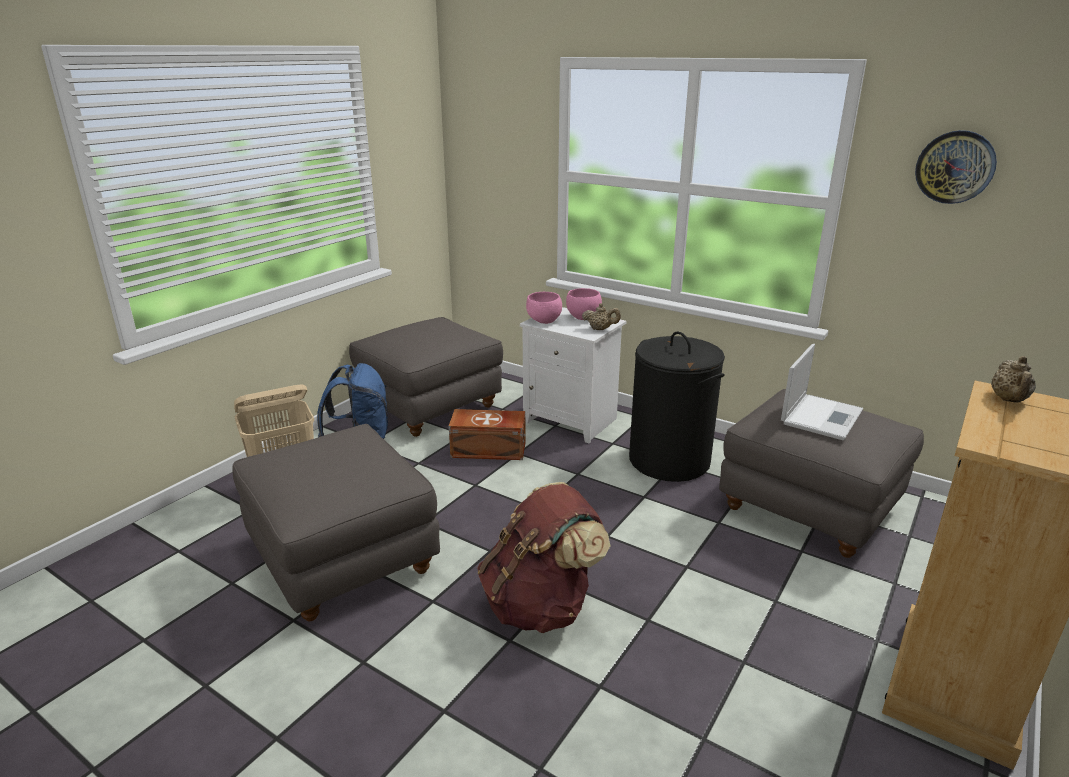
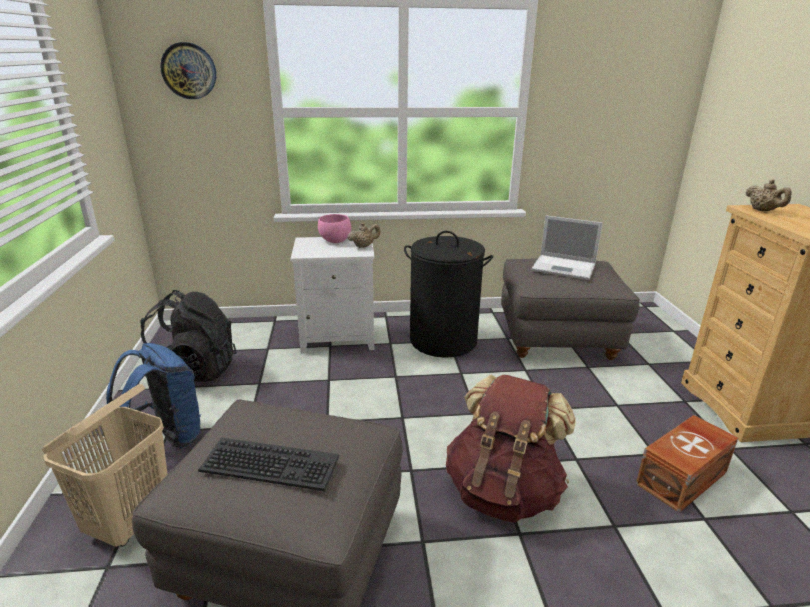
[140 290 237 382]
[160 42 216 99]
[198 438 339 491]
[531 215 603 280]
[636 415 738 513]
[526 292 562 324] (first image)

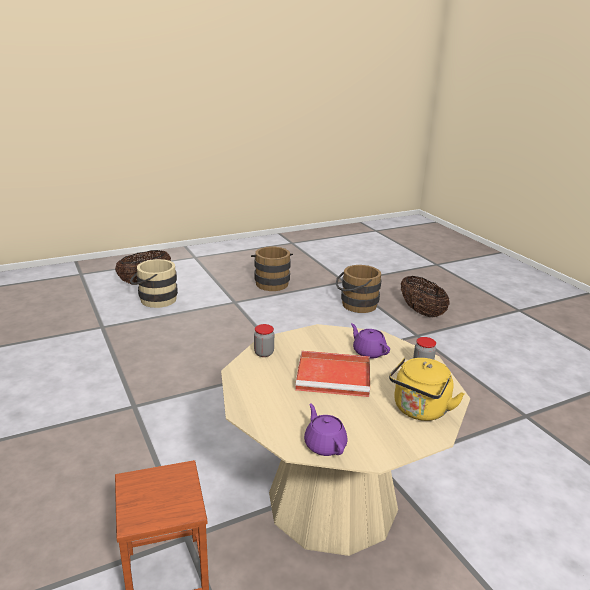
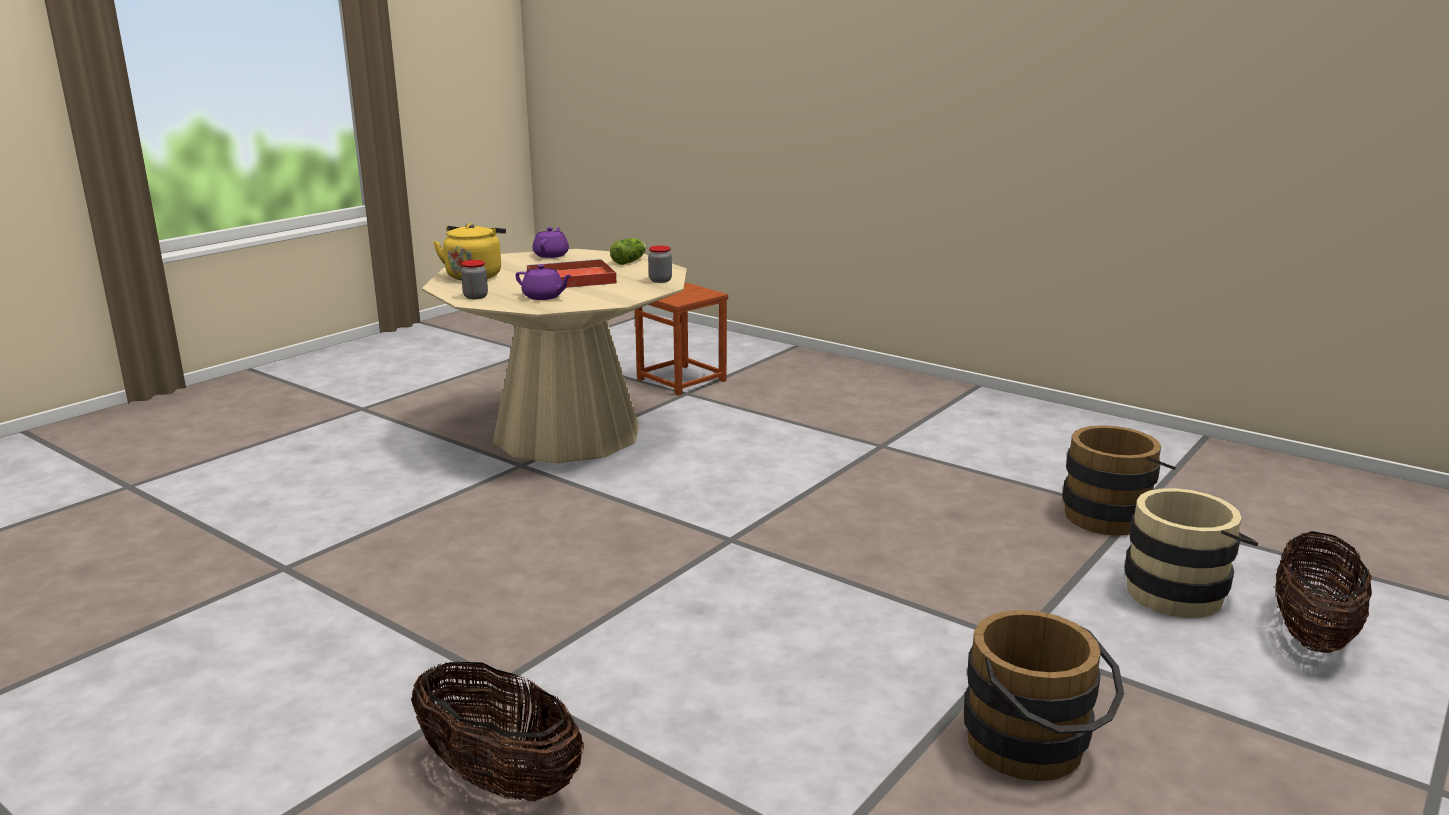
[532 227 569 258]
[610 238 646 265]
[1062 425 1176 536]

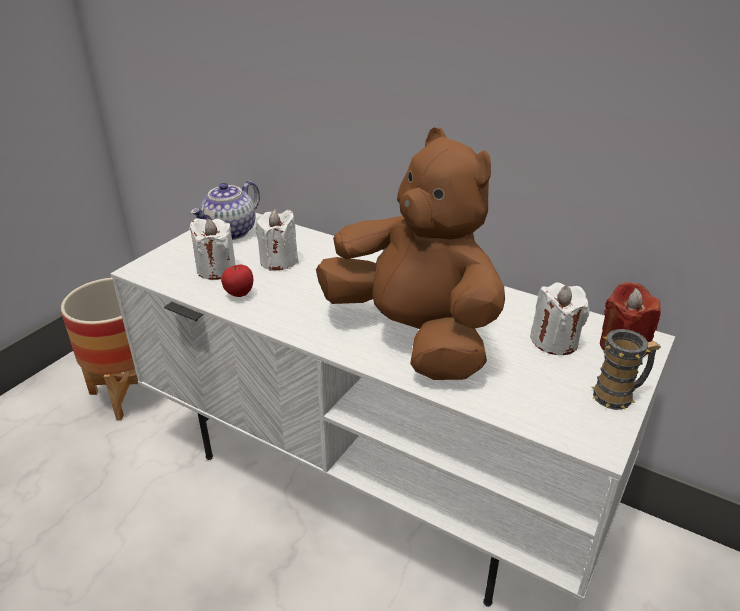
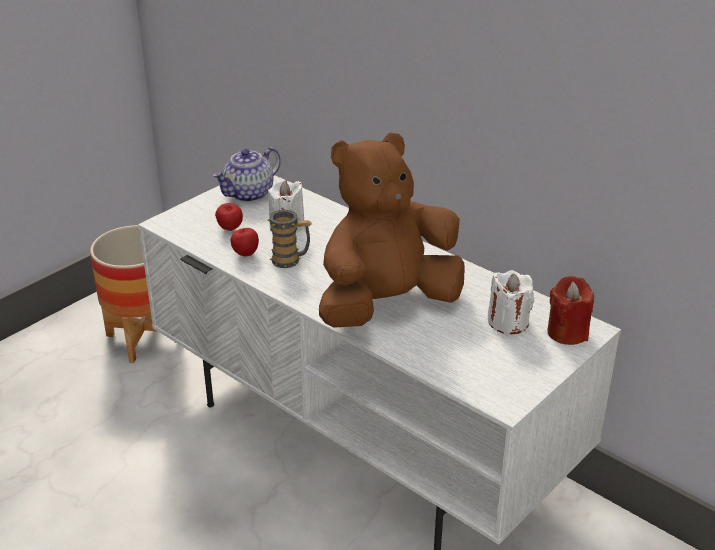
[215 203 243 231]
[268 210 312 268]
[319 133 465 328]

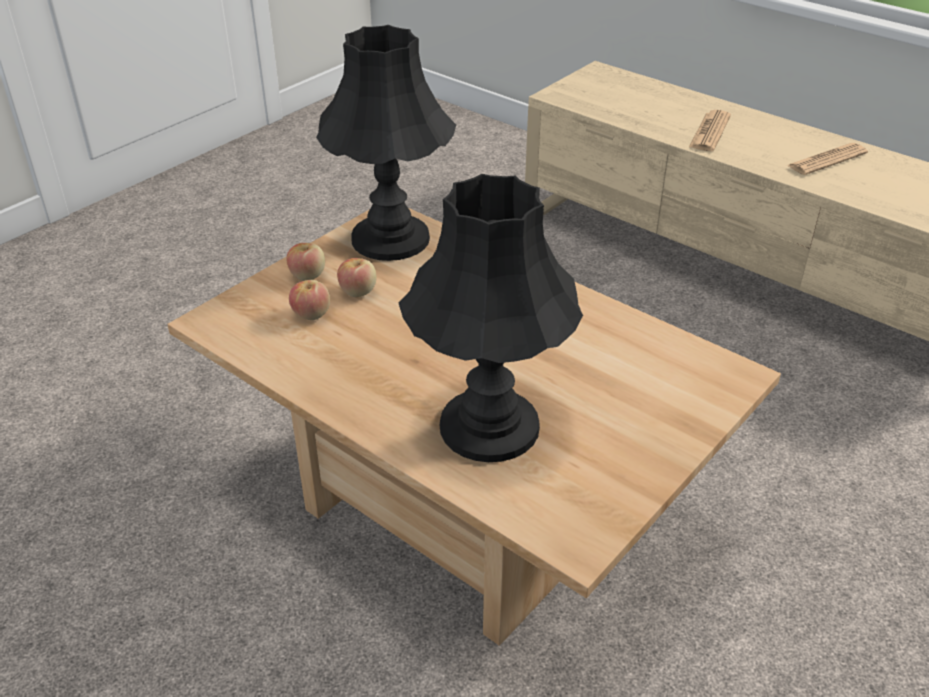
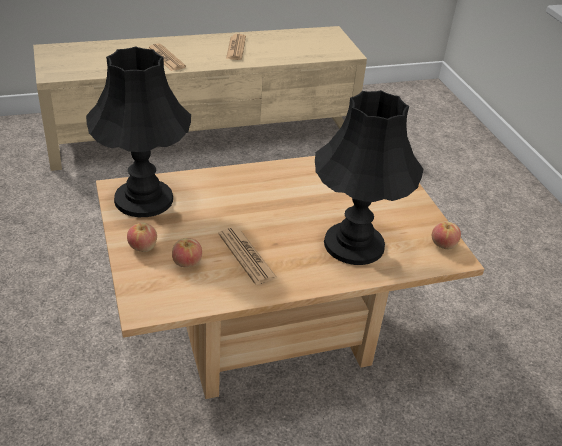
[218 227 278 285]
[432 221 461 249]

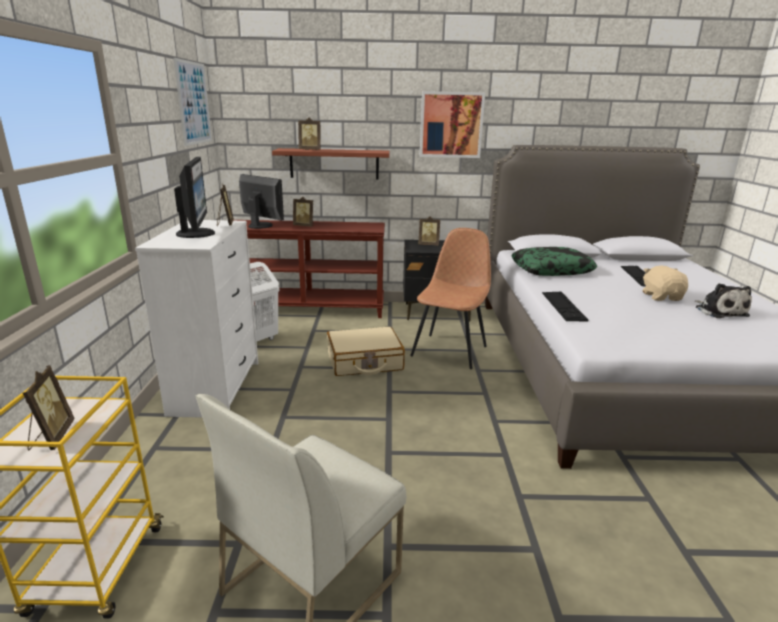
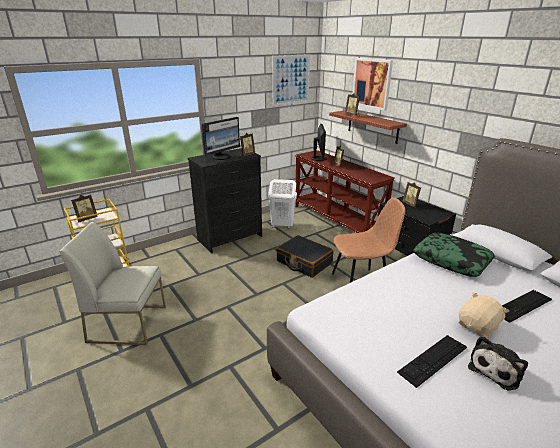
[187 148 262 253]
[276 235 334 278]
[353 58 393 111]
[397 335 467 388]

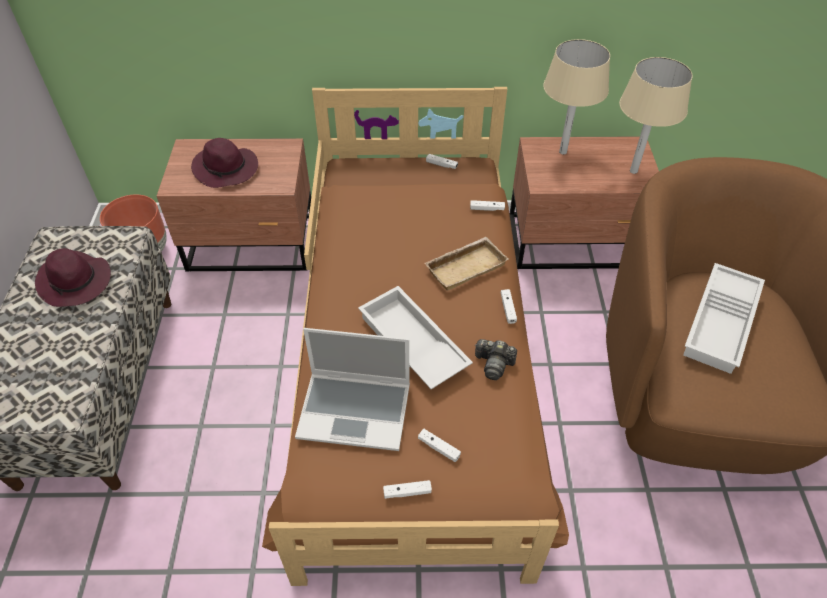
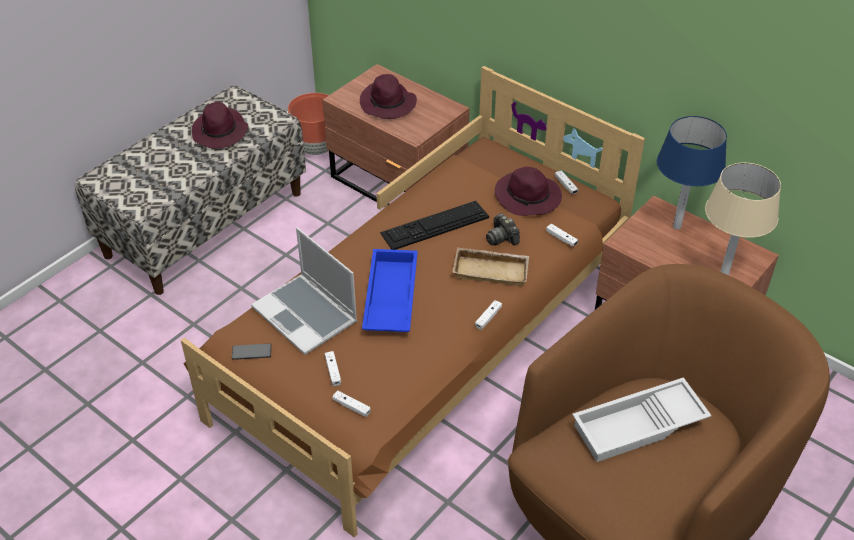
[232 343 271 360]
[332 391 371 417]
[362 249 418 332]
[380 201 489 250]
[486 213 520 246]
[495 167 562 216]
[657 116 727 230]

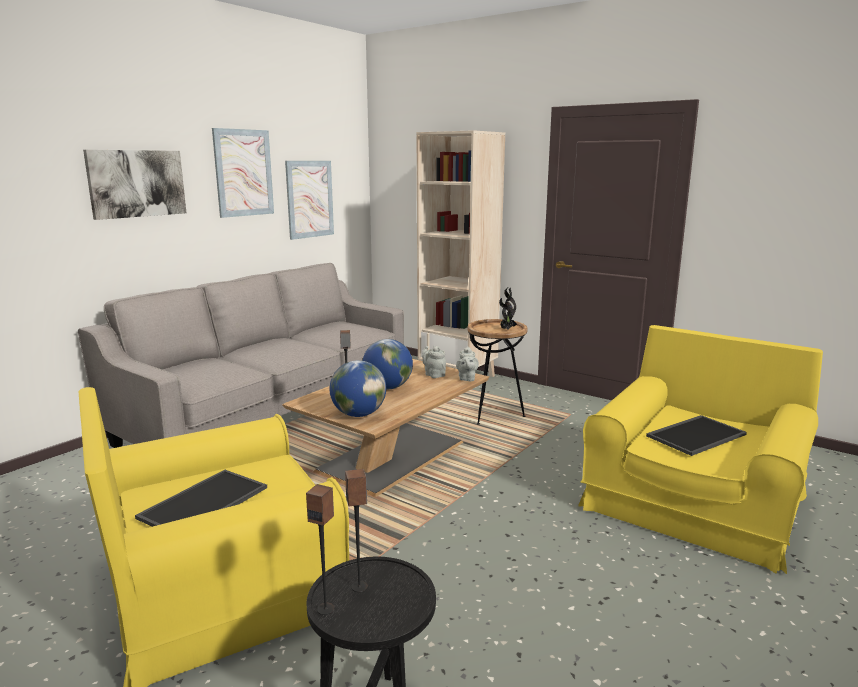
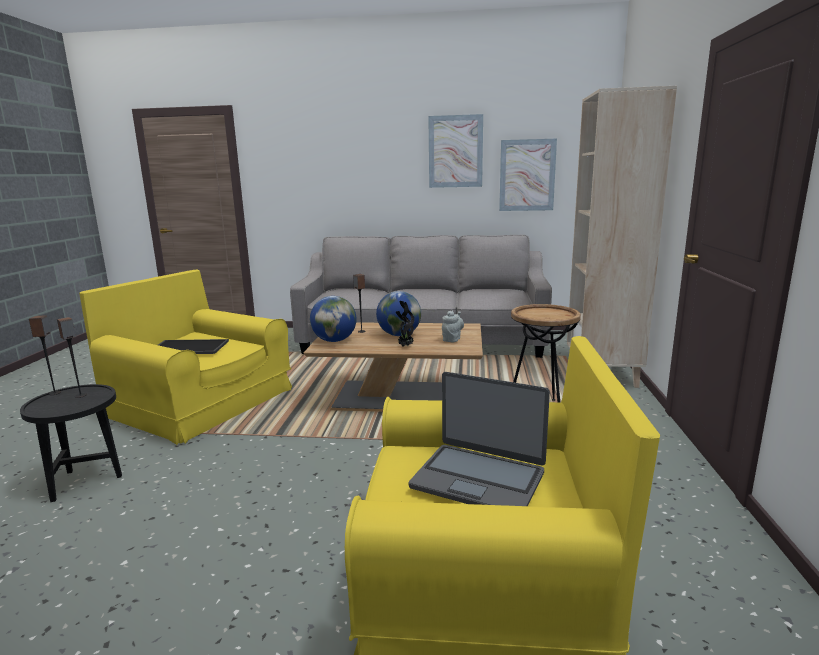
[396 301 414 346]
[409 372 550 506]
[83 150 186 220] (first image)
[456 346 479 381] (first image)

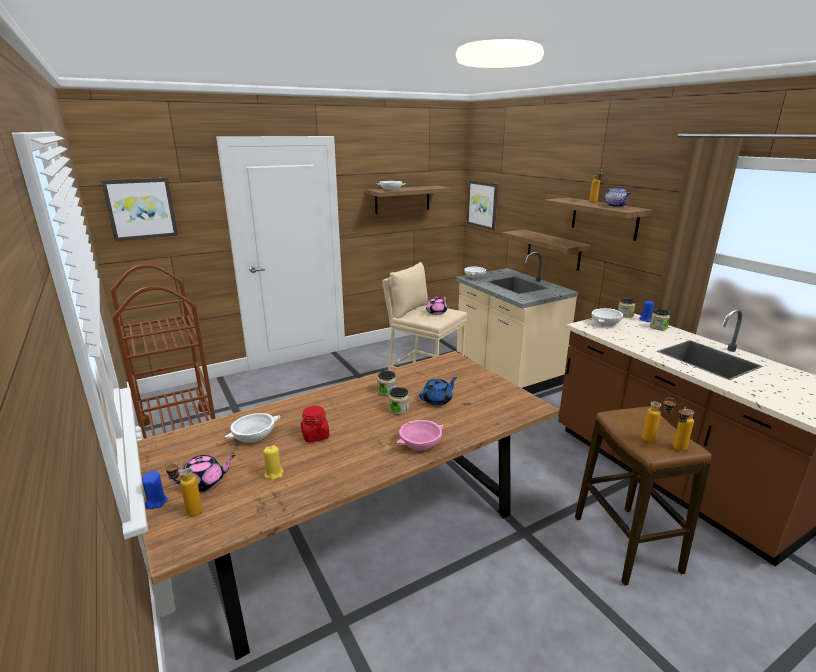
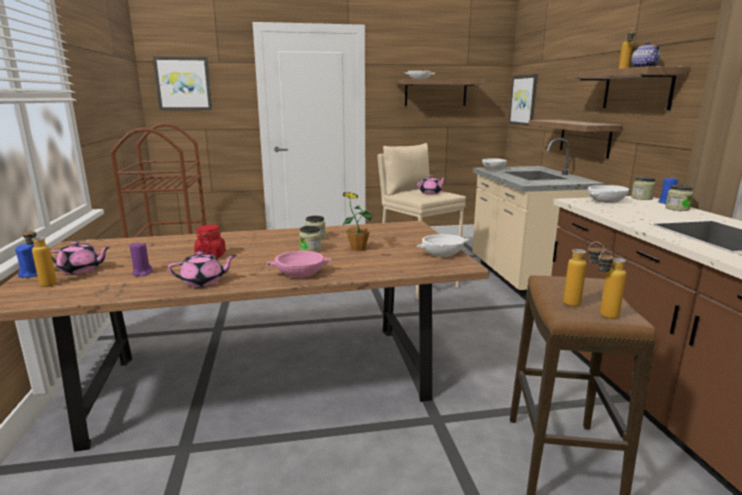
[130 241 153 276]
[168 251 236 287]
[343 192 373 251]
[416 234 470 257]

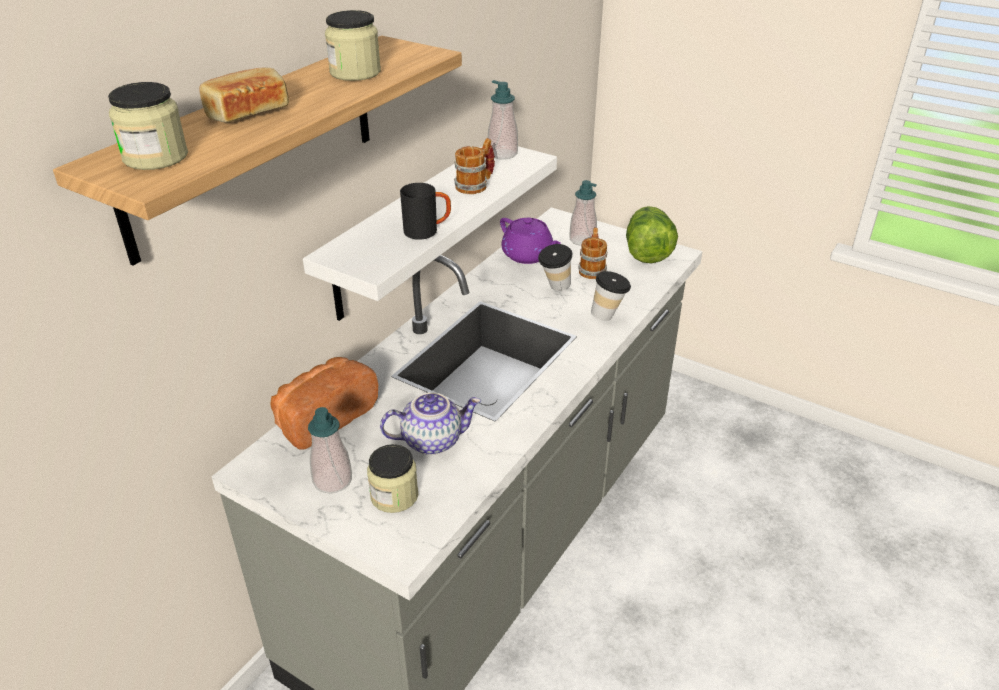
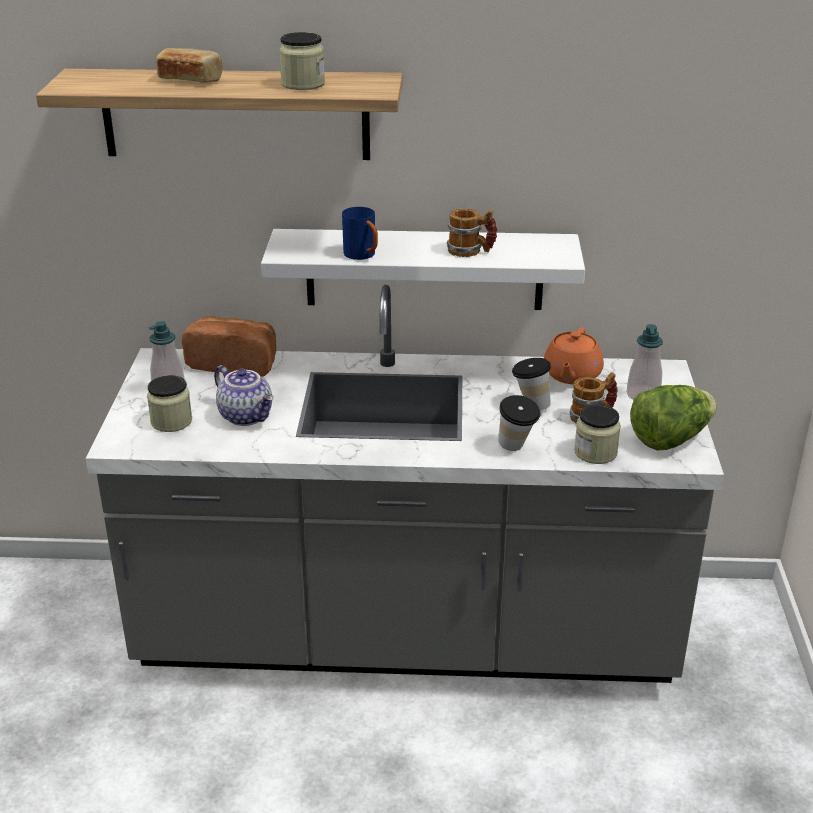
[342 207 378 260]
[544 328 604 384]
[574 404 621 464]
[488 80 518 159] (first image)

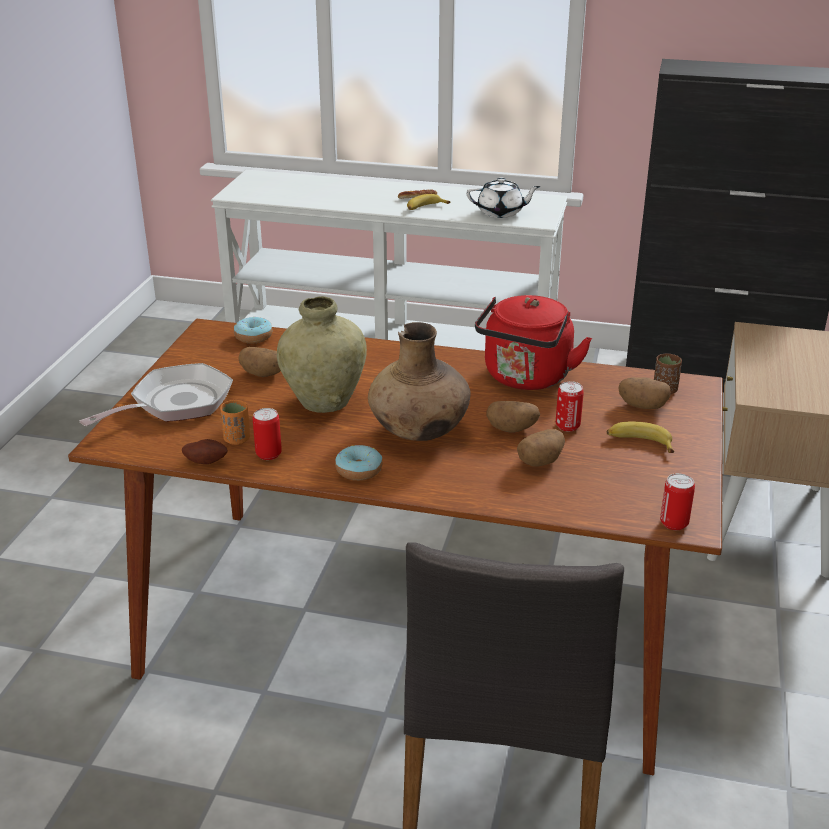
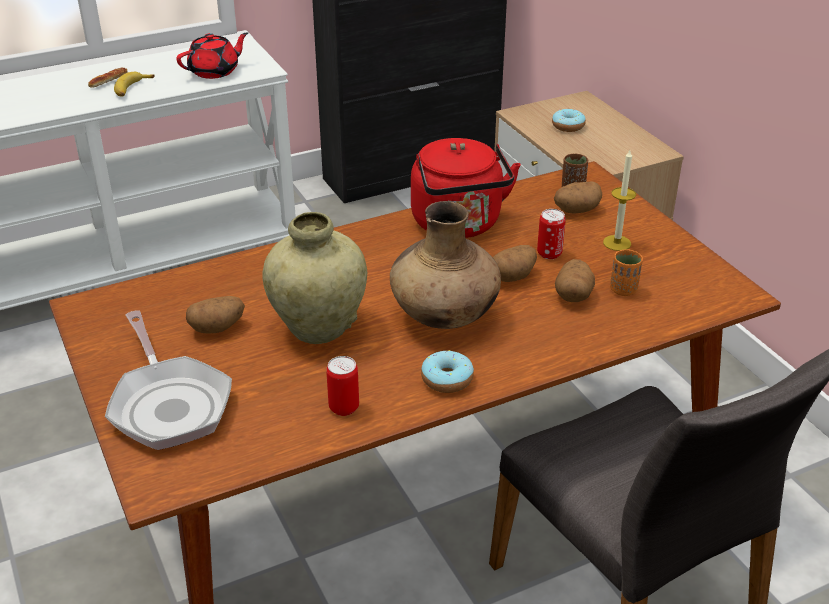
[105 310 232 450]
[176 32 248 79]
[552 109 586 132]
[603 150 636 251]
[610 250 643 296]
[182 439 227 464] (first image)
[660 473 695 530] (first image)

